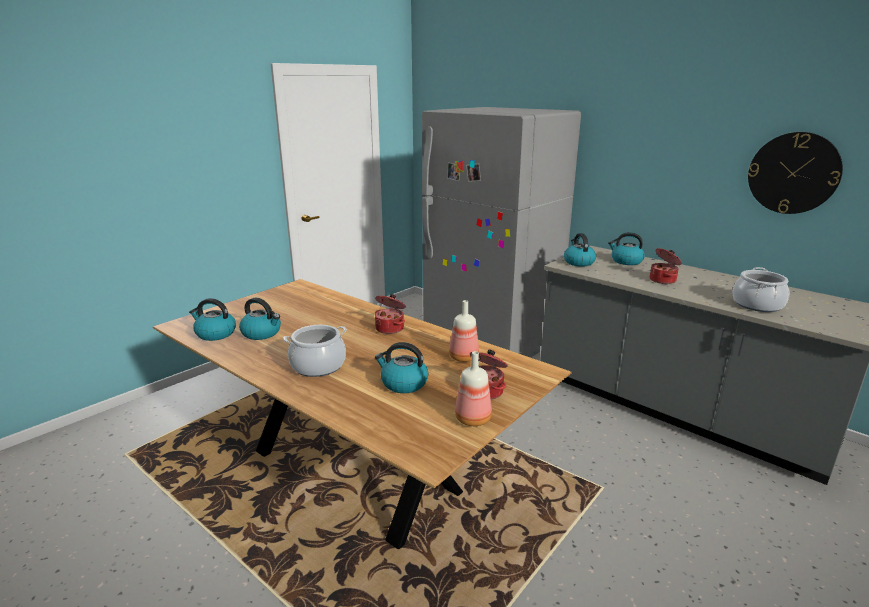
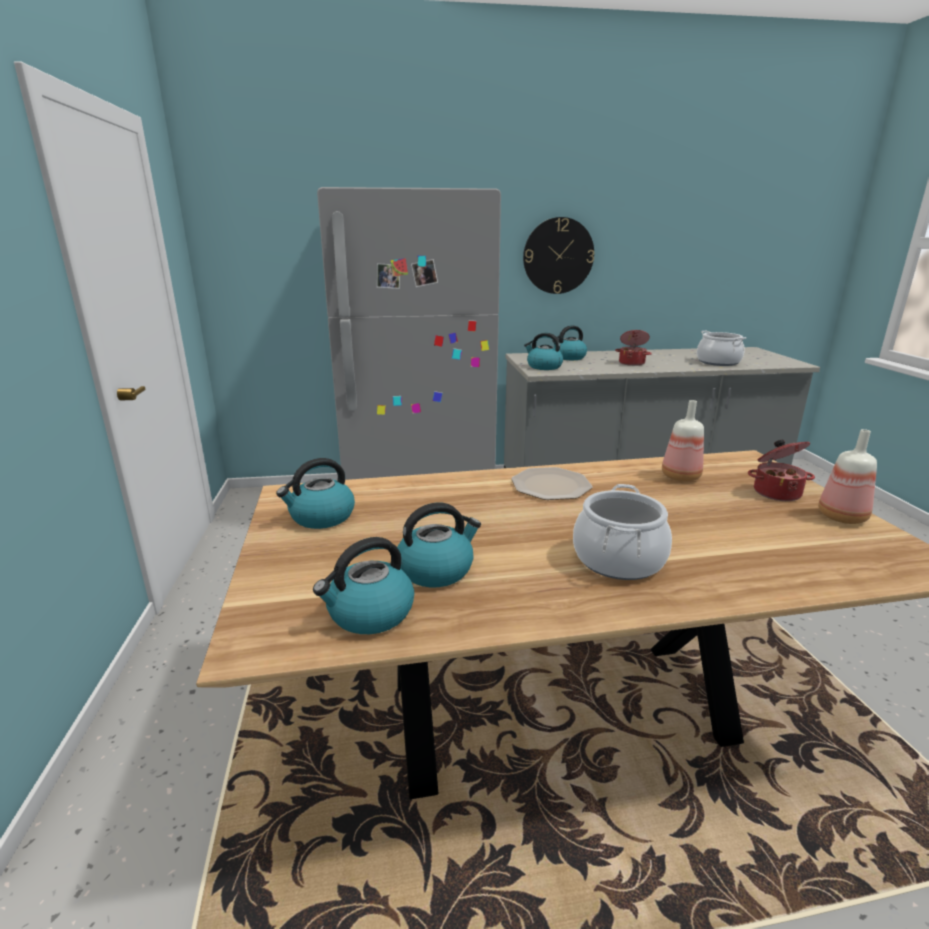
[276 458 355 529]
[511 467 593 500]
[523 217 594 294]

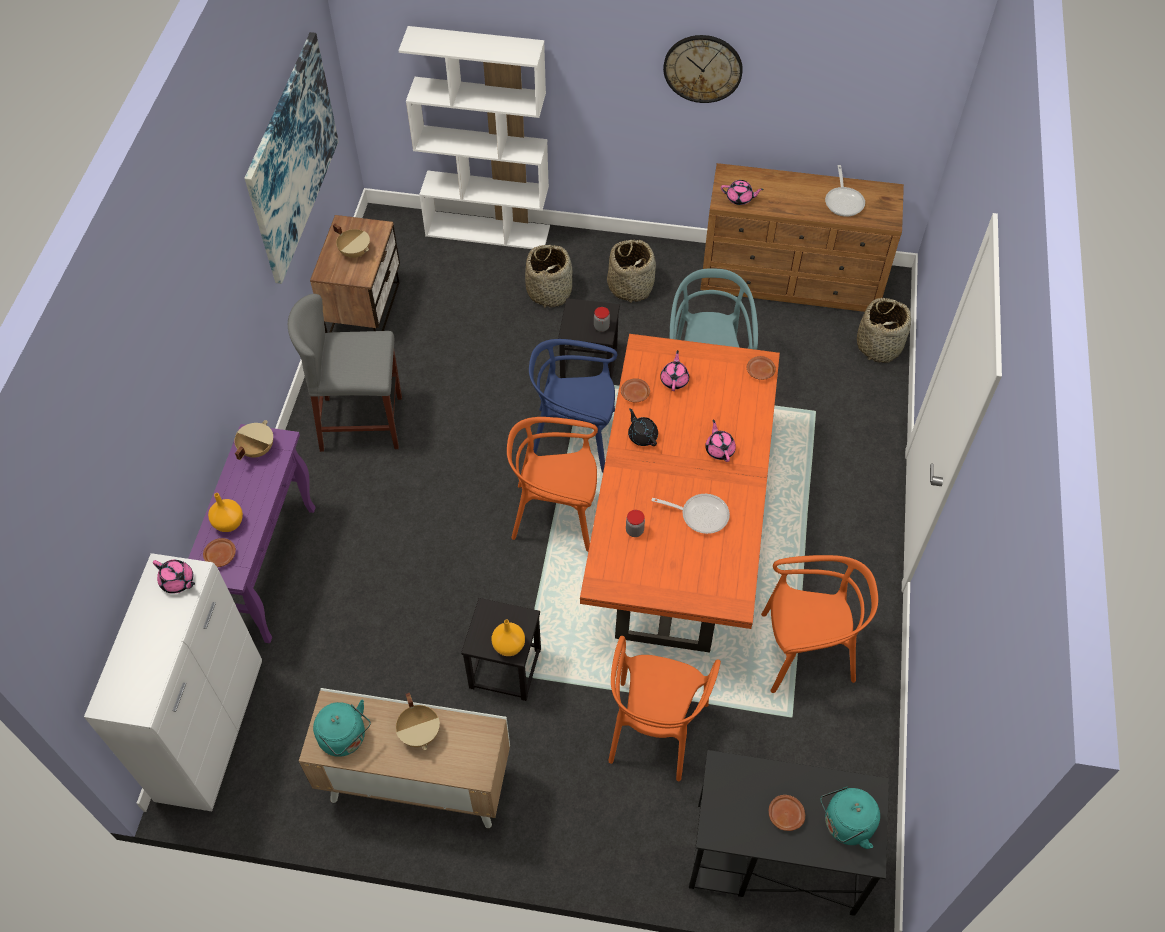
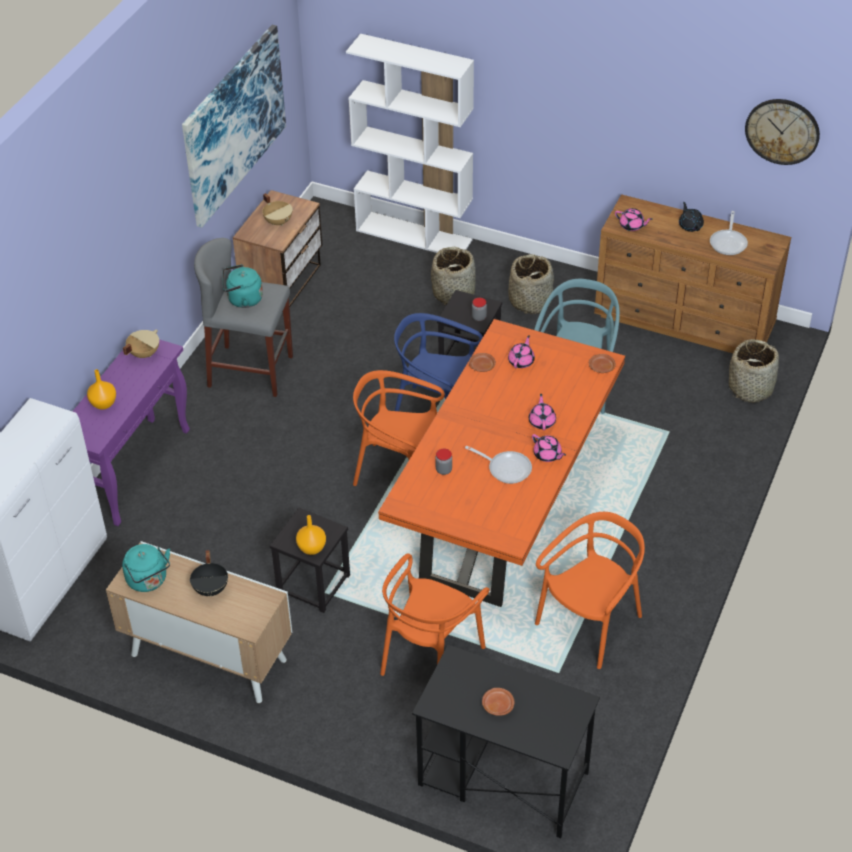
[190 550 228 597]
[223 264 263 308]
[532 434 566 462]
[535 512 645 669]
[679 202 704 232]
[745 99 820 165]
[203 538 236 567] (first image)

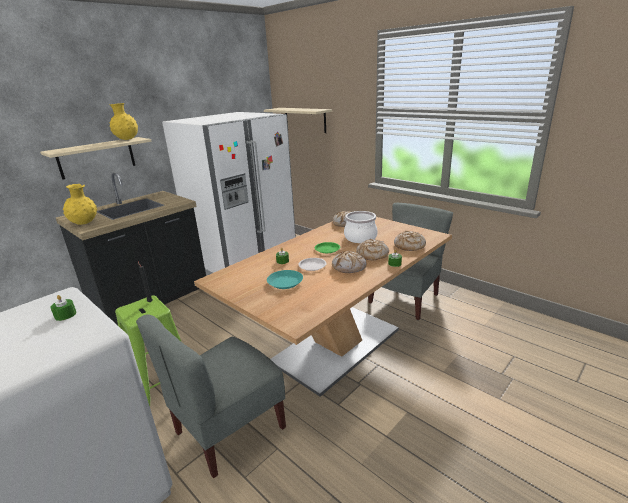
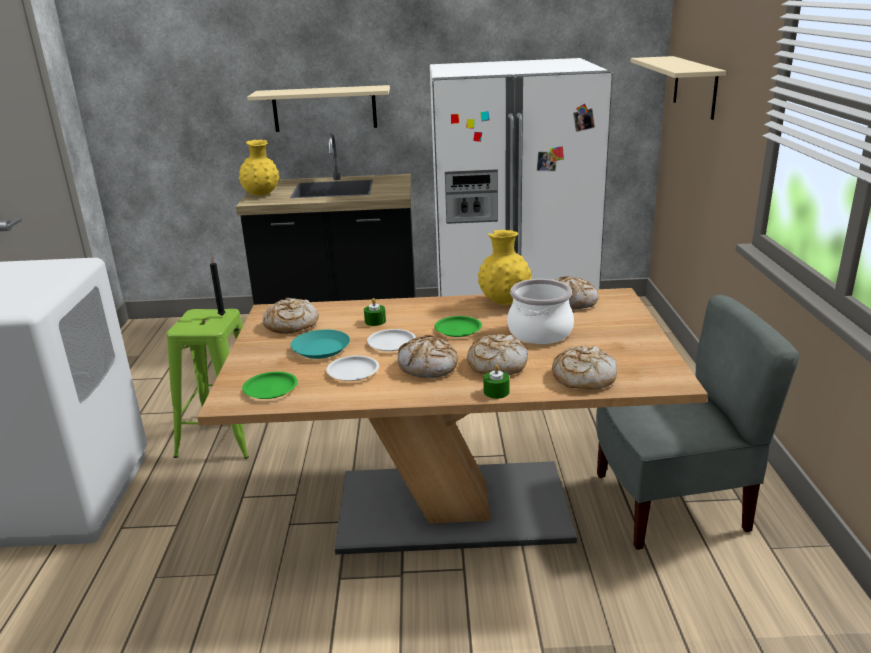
[242 372 298 399]
[263 298 319 334]
[326 355 379 381]
[478 230 532 305]
[50 295 76 321] (first image)
[136 314 286 478] (first image)

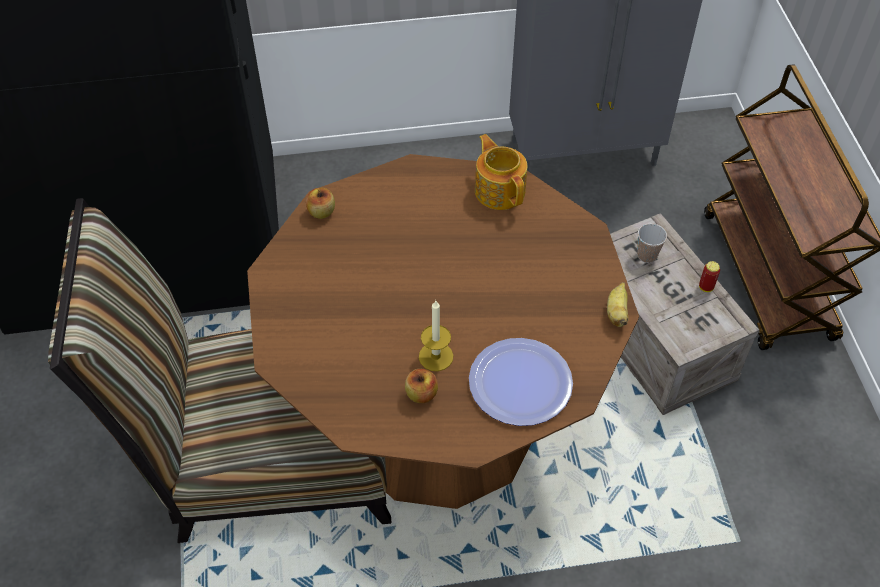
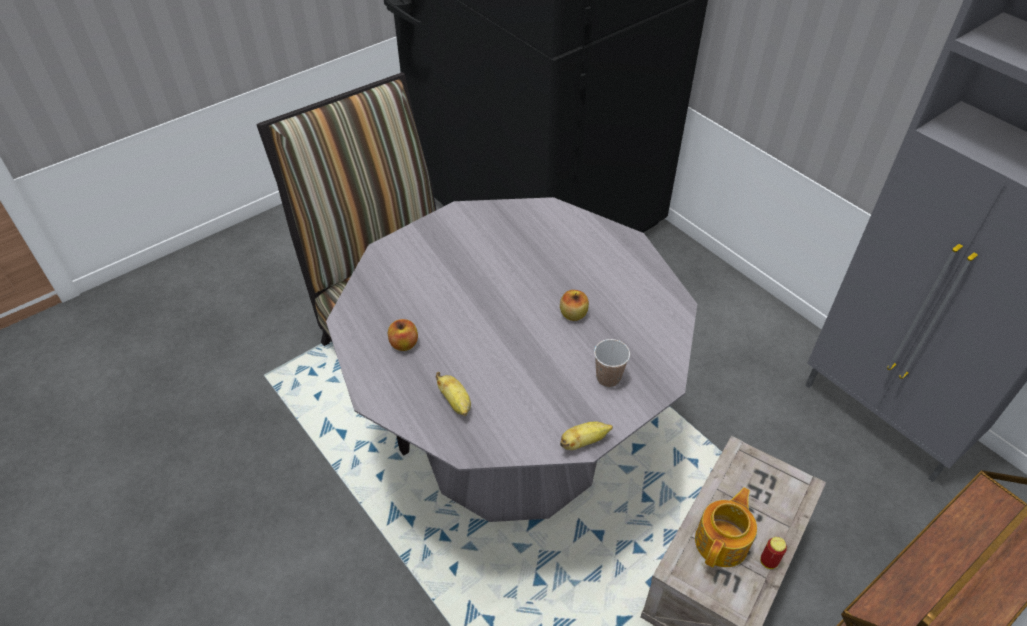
[326 197 697 522]
[435 372 471 416]
[560 290 589 321]
[594 339 630 387]
[695 487 757 568]
[419 301 453 371] (first image)

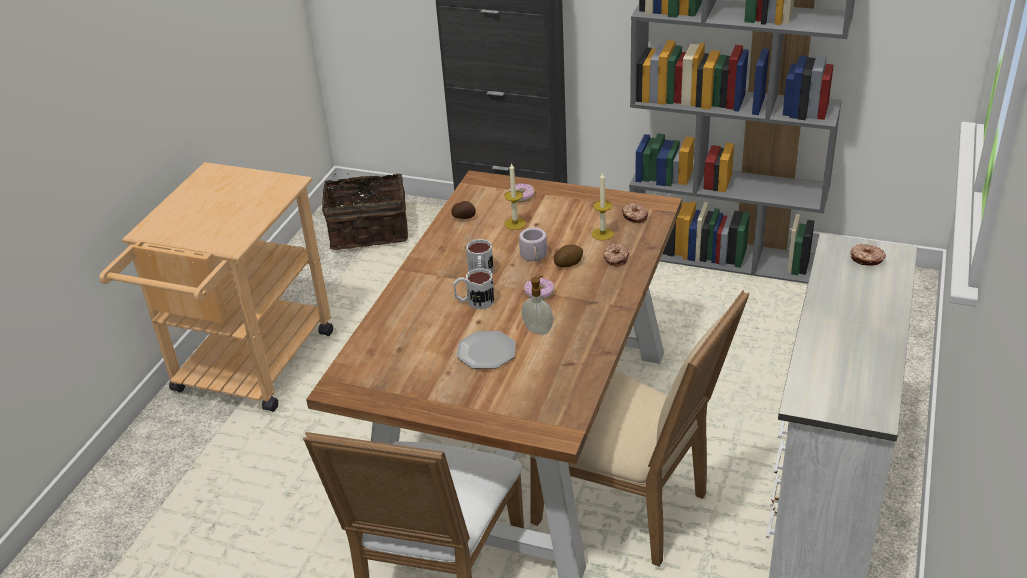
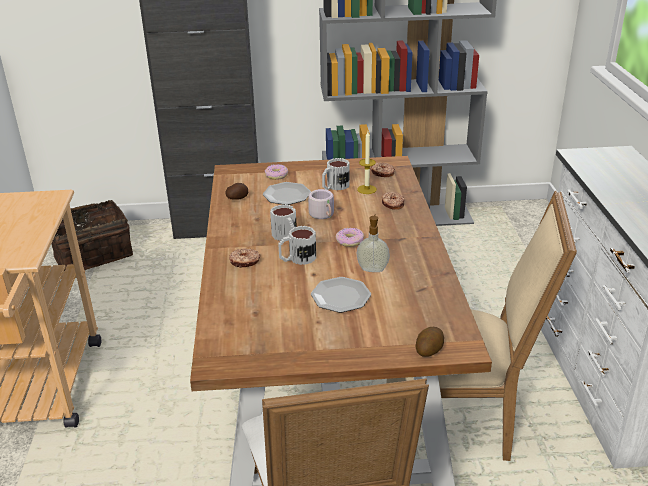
[229 249 260 268]
[263 182 311 205]
[322 158 350 191]
[416 327 444 357]

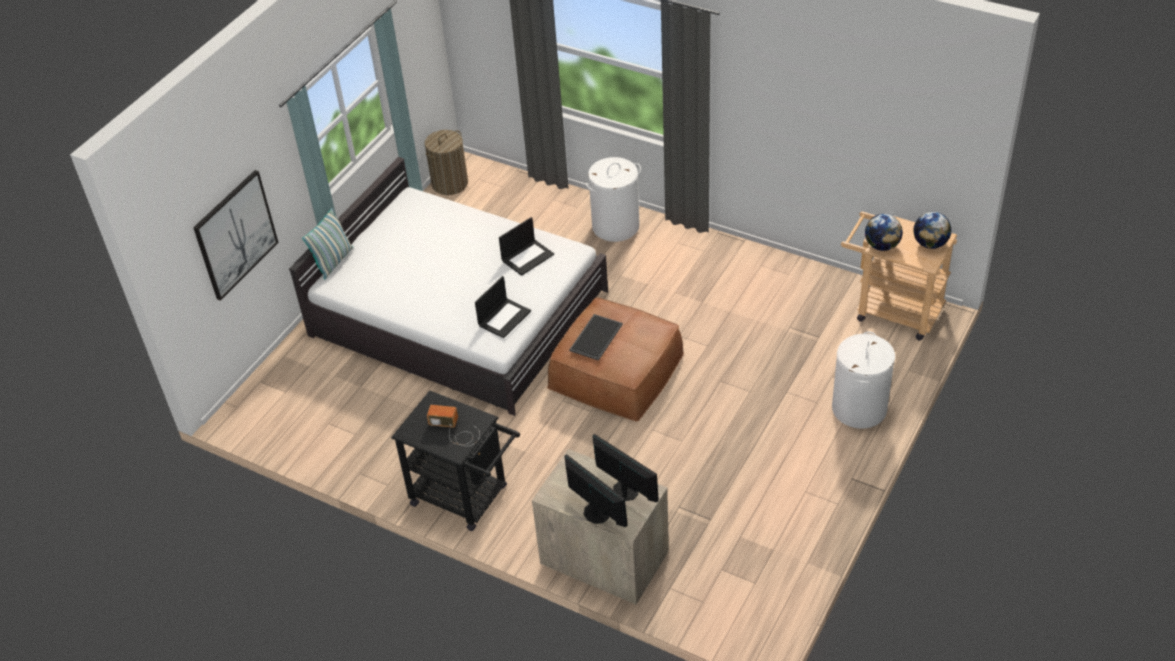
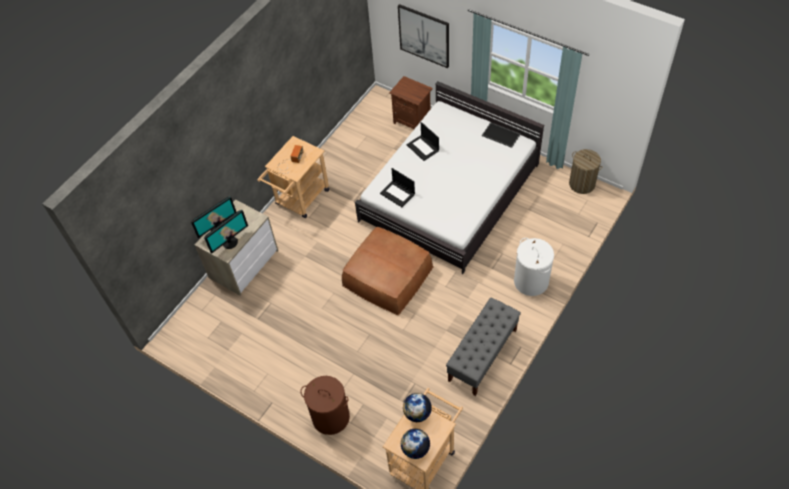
[257 136 329 218]
[301 376 350 435]
[389 76 433 129]
[406 122 439 161]
[446 297 521 396]
[482 122 521 148]
[302 208 353 279] (first image)

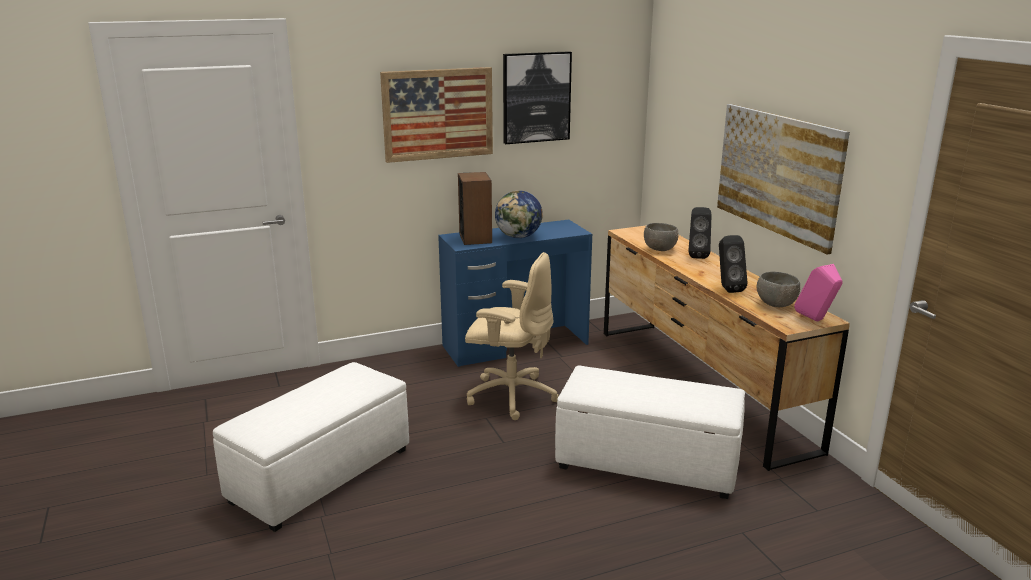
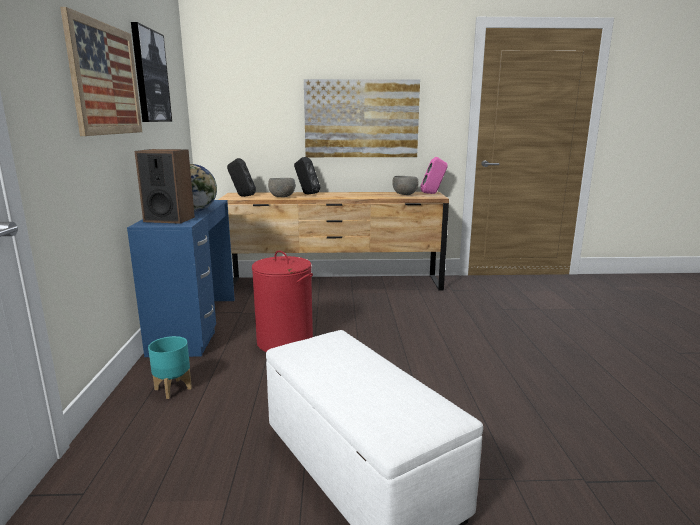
[148 336 192 399]
[227 158 256 197]
[252 251 313 352]
[555 366 745 499] (first image)

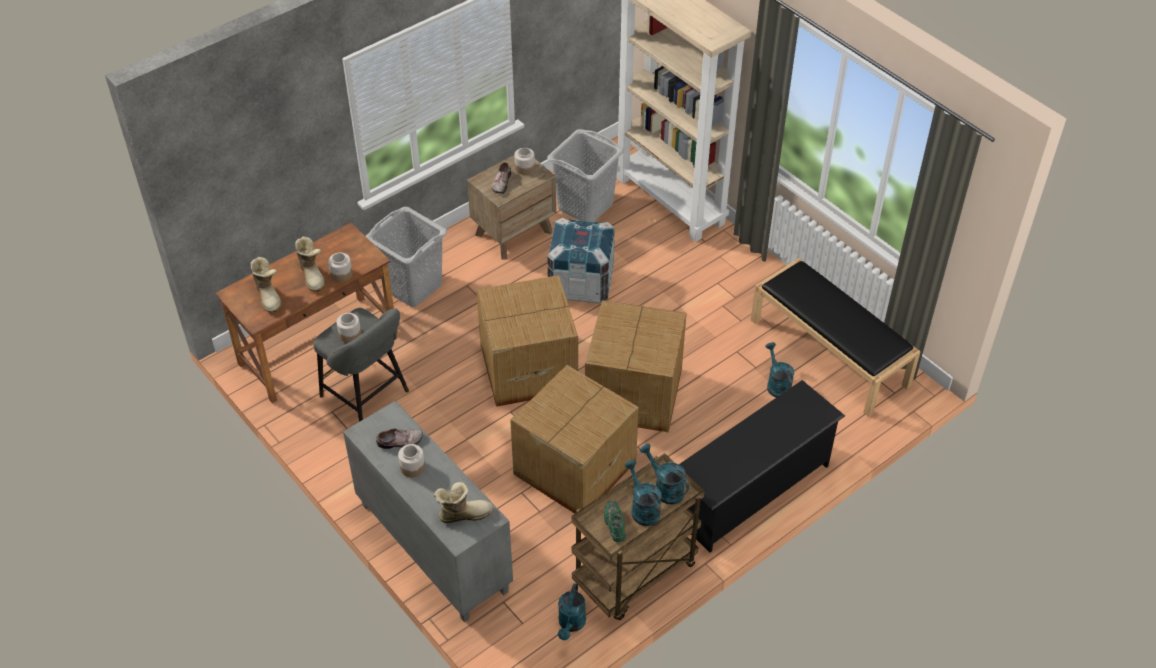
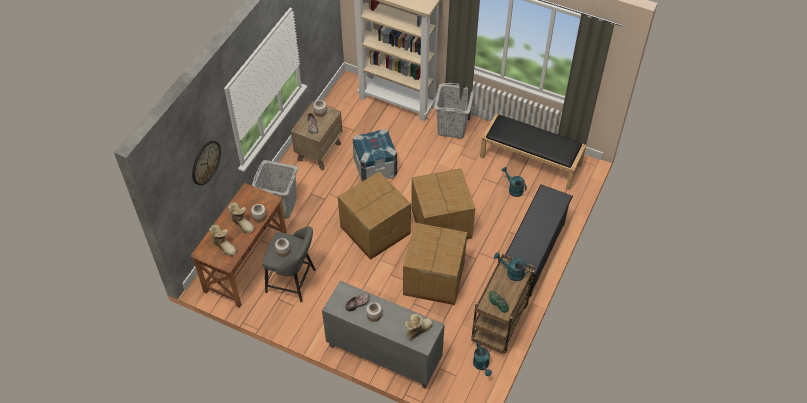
[192 141 221 185]
[434 83 474 139]
[624 460 662 526] (first image)

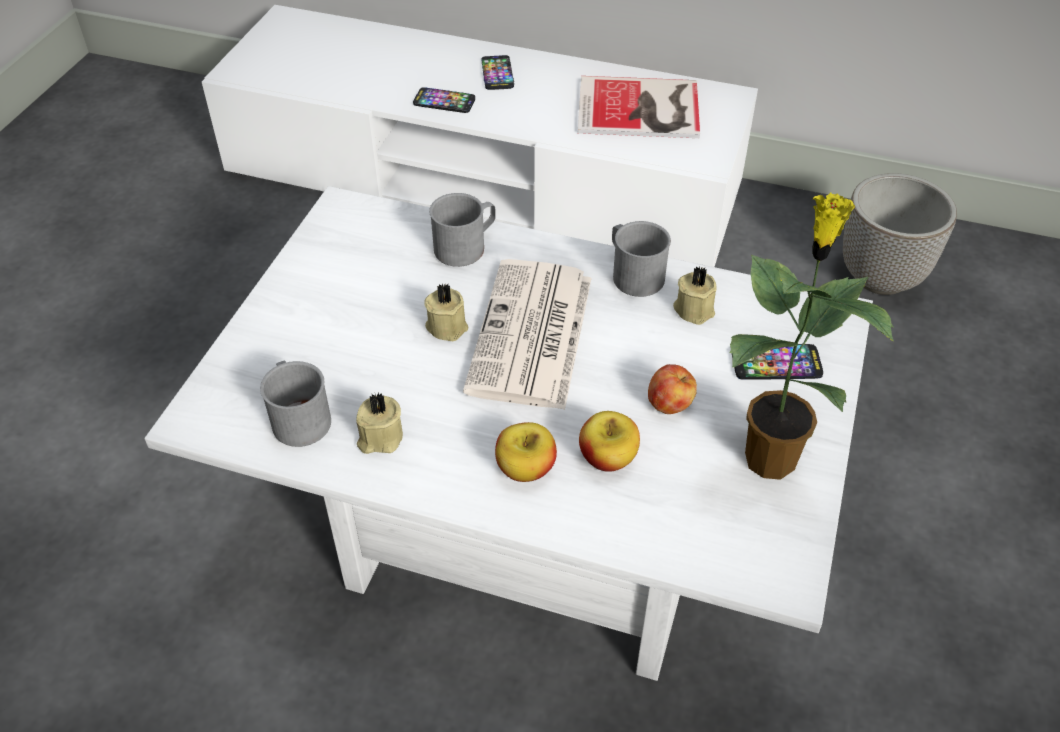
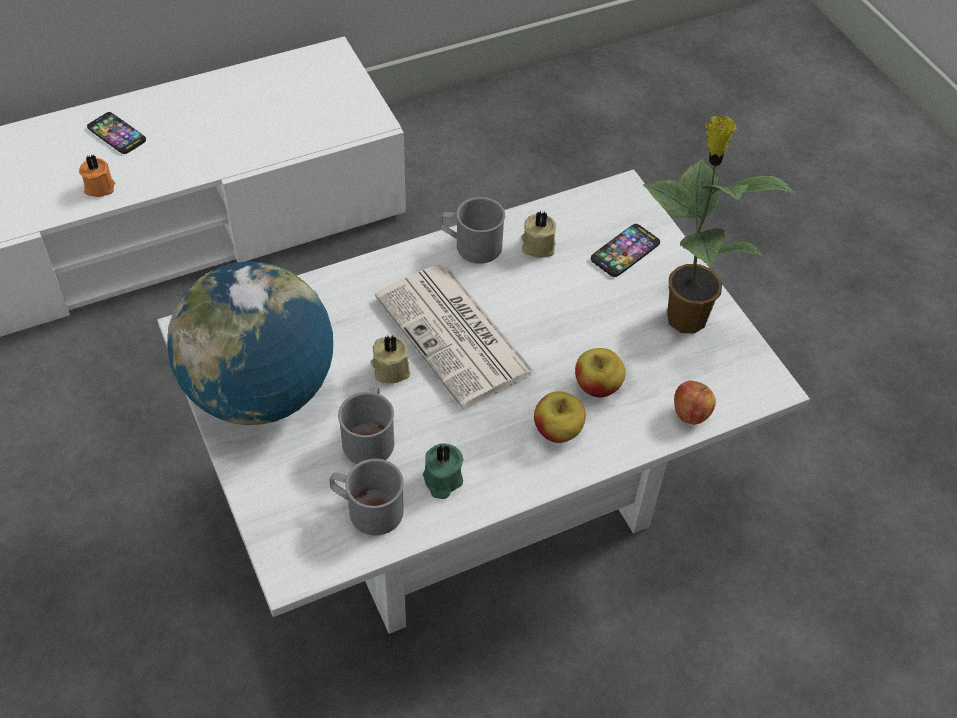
[79 155 115 197]
[167 262 333 425]
[338 386 394 464]
[423 444 463 499]
[674 381 716 425]
[578 76 700 138] (first image)
[843 173 957 295] (first image)

